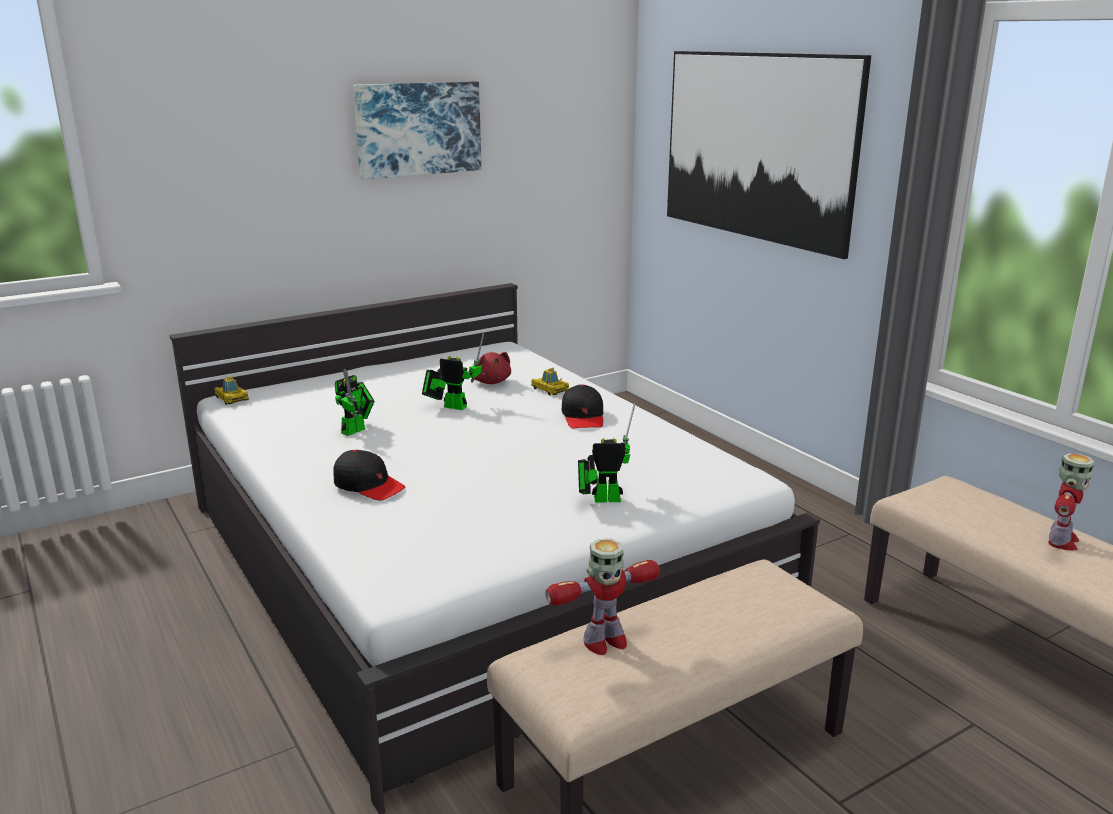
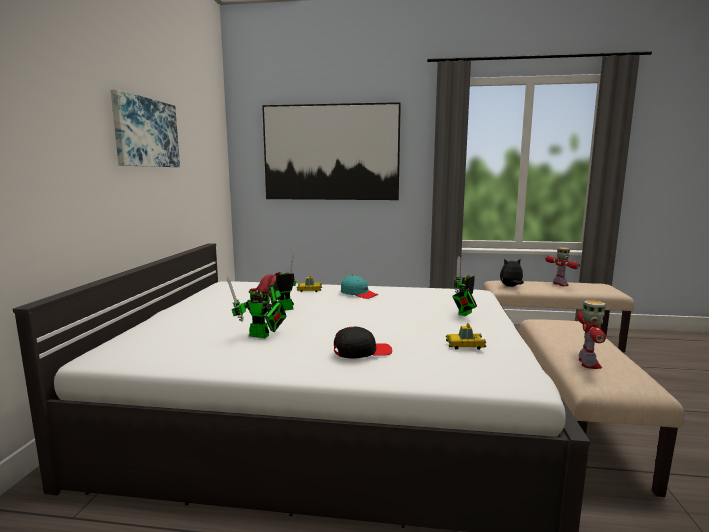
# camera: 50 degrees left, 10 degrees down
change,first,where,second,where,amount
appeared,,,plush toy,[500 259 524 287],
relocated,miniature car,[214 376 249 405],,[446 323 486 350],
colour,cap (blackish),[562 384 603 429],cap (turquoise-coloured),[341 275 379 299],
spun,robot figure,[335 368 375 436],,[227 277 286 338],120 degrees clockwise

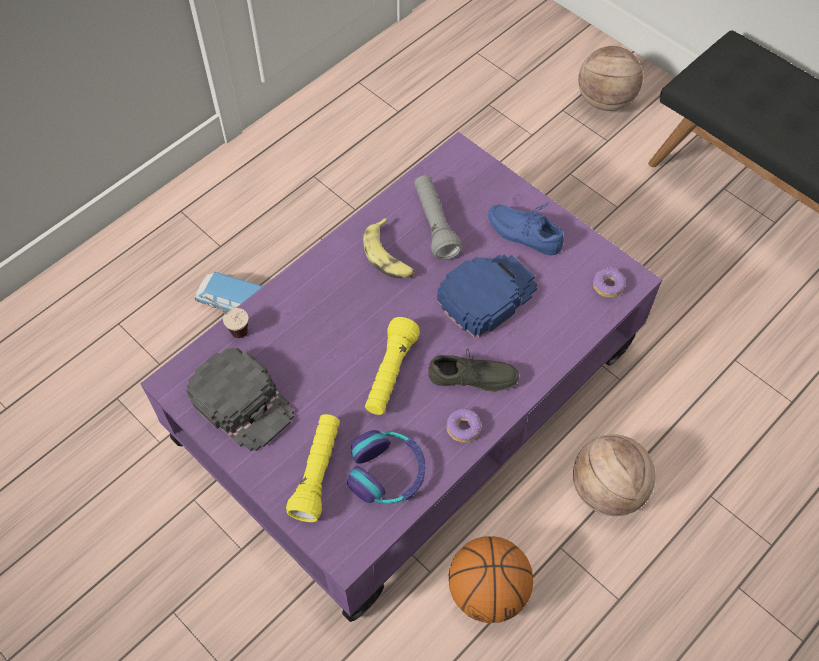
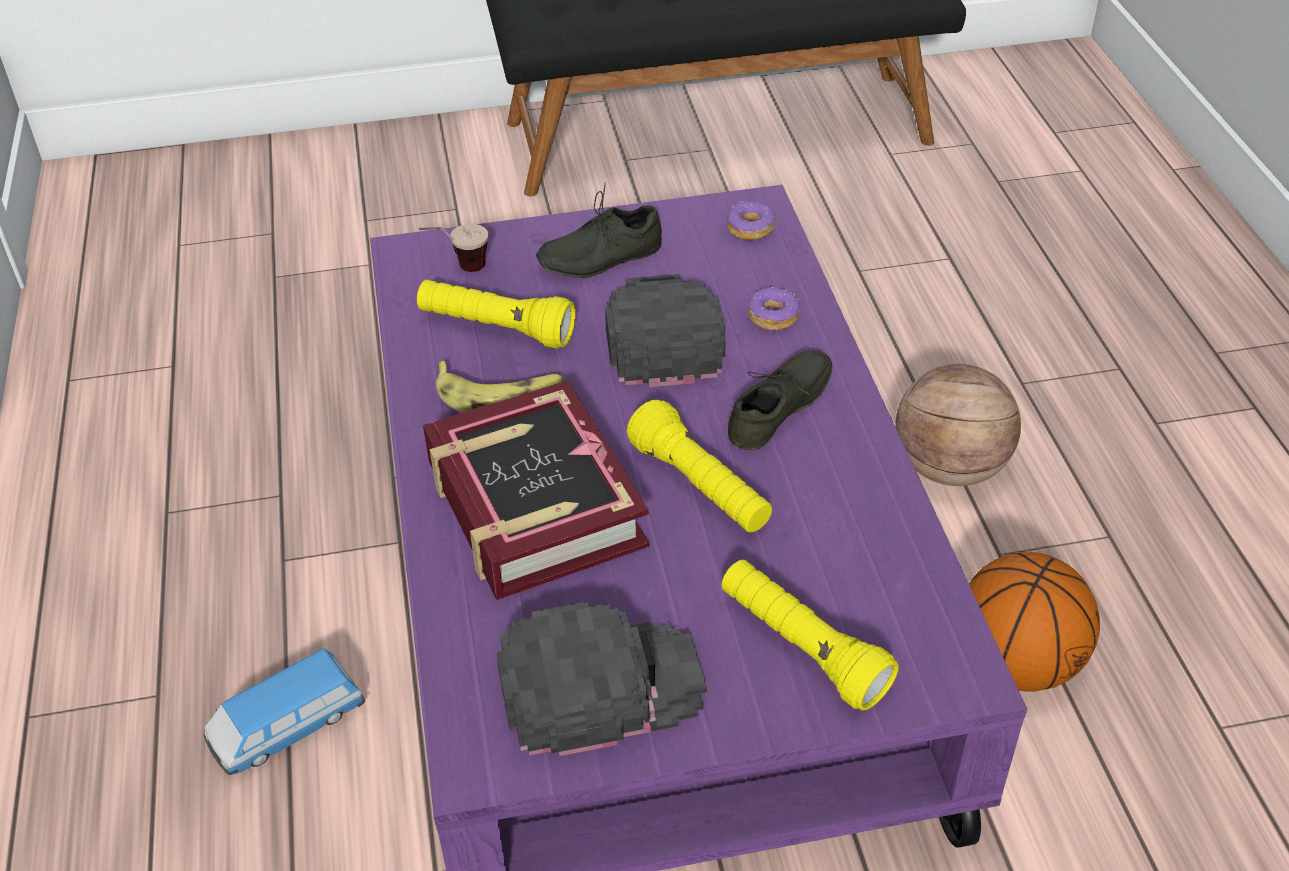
# camera: 55 degrees left, 15 degrees down
change,first,where,second,where,amount
missing,pair of headphones,[347 430 425 504],,,
missing,ball for basketball,[578 46 643 111],,,
appeared,,,volume,[423 380 649 600],
relocated,drinking cup,[205 296 248 338],,[419 224 488 272],
relocated,doughnut,[446 408 481 443],,[748 287 800 331],
colour,torch (greyish),[414 175 462 260],torch (yellow-coloured),[417 280 576 349],
colour,cap (bluish),[437 254 537 338],cap (blackish),[605 274 726 387],
colour,low shoe (bluish),[488 202 564 256],low shoe (greyish),[536 183 662 278],

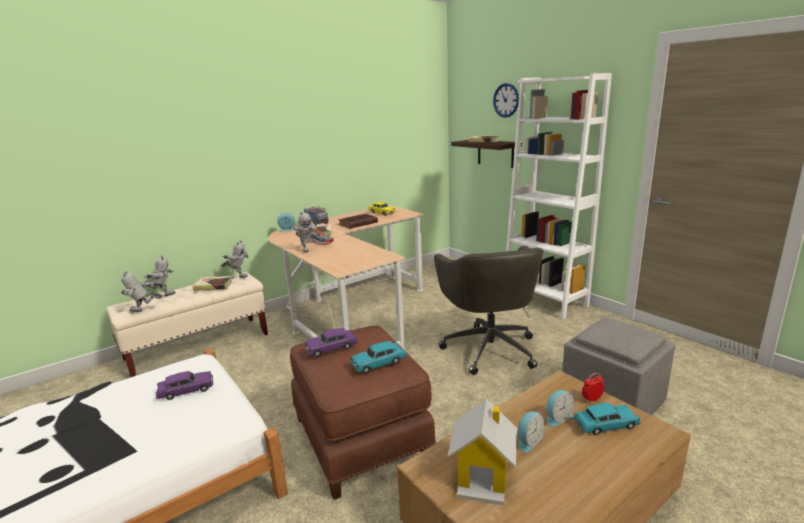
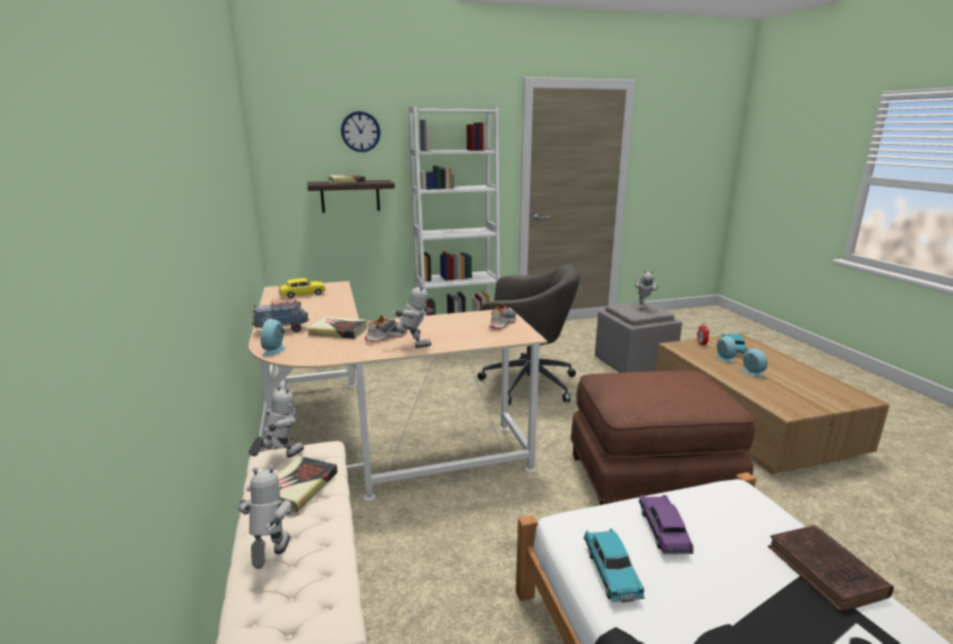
# camera: 70 degrees left, 0 degrees up
change,first,where,second,where,amount
missing,miniature car (purple),[305 328 358 357],,,
missing,toy house,[447 399 517 505],,,
appeared,,,low shoe,[489 304 516 329],
relocated,robot figure,[120 271 163 312],,[635 271 659 310],
relocated,volume (brown-coloured),[338 214 378 229],,[768 525 894 612],
relocated,miniature car (turquoise-coloured),[350 341 407 374],,[584 528 645 602],

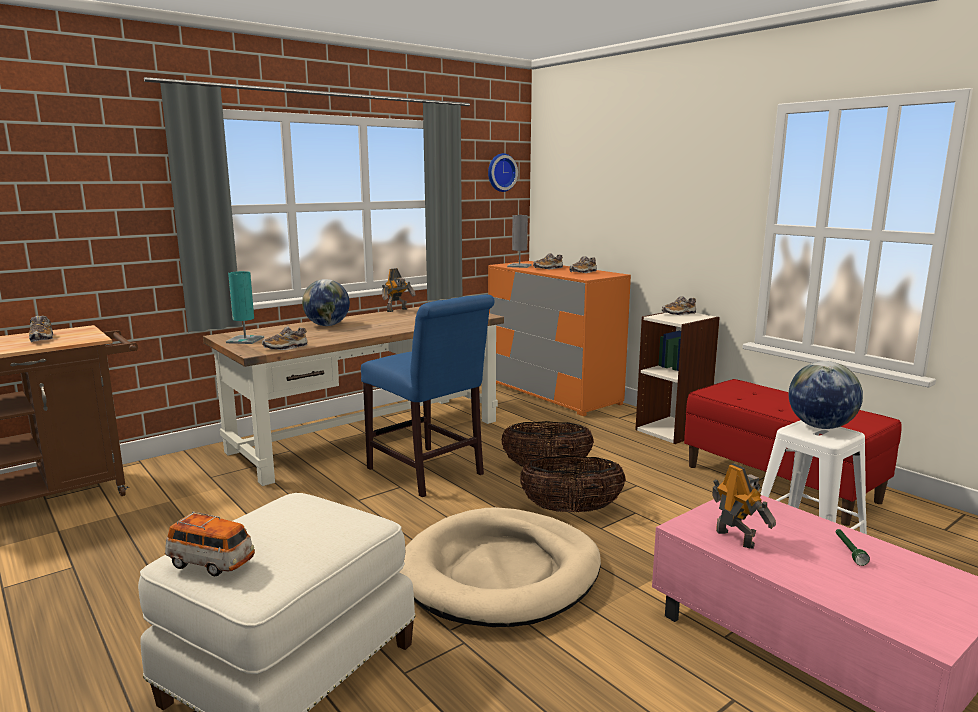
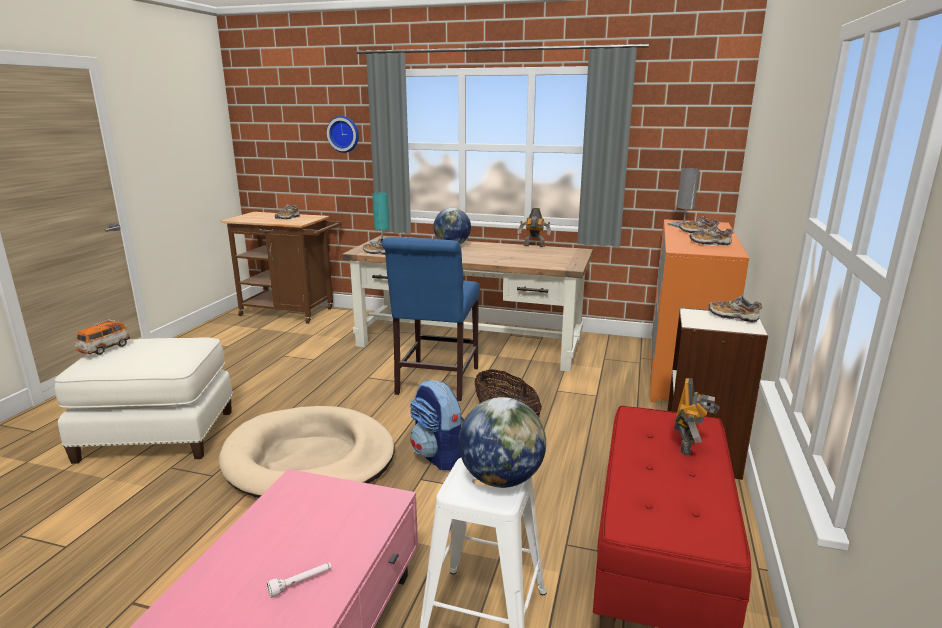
# camera: 55 degrees right, 5 degrees up
change,first,where,second,where,amount
relocated,clock on the wall,[488 153 518 192],,[327 116 359 153],
relocated,robot figure,[713 463 776 549],,[674 378 719 456],
exchanged,storage basket,[520 456 626 513],backpack,[410 380 464 470],
colour,torch (greenish),[836 529 870 566],torch (whitish),[267 562 332 598],
spun,miniature car,[165 512 255 576],,[75 319 130 355],45 degrees clockwise

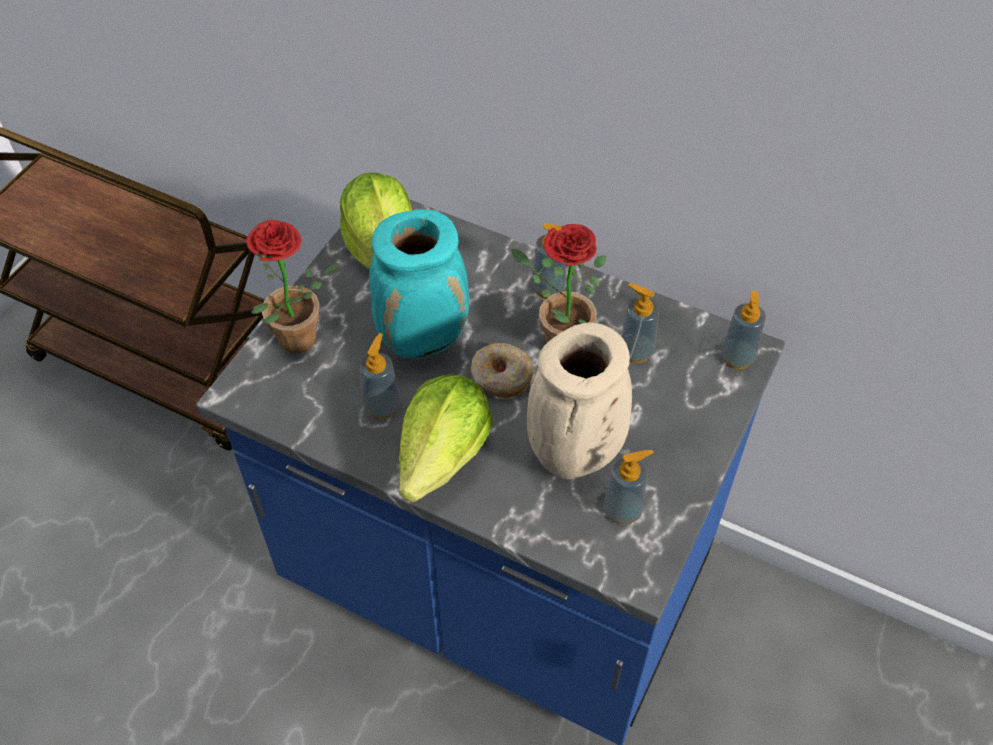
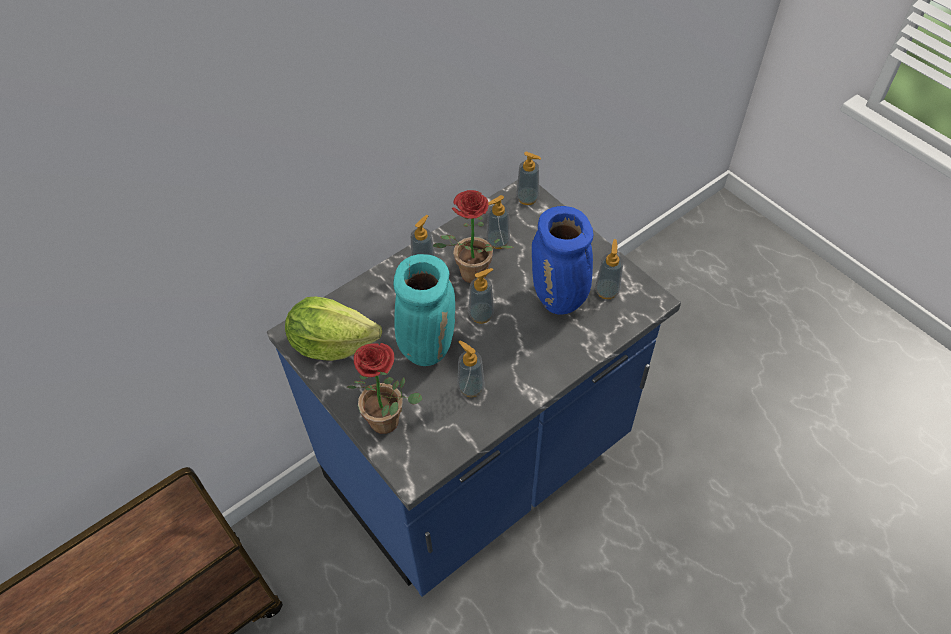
# camera: 65 degrees left, 0 degrees up
change,first,where,second,where,amount
missing,head of lettuce,[399 374 493 502],,,
exchanged,doughnut,[471 343 534 399],soap dispenser,[469 268 494 324],
colour,vase (beige),[527 322 632 479],vase (bluish),[532 206 593 314],

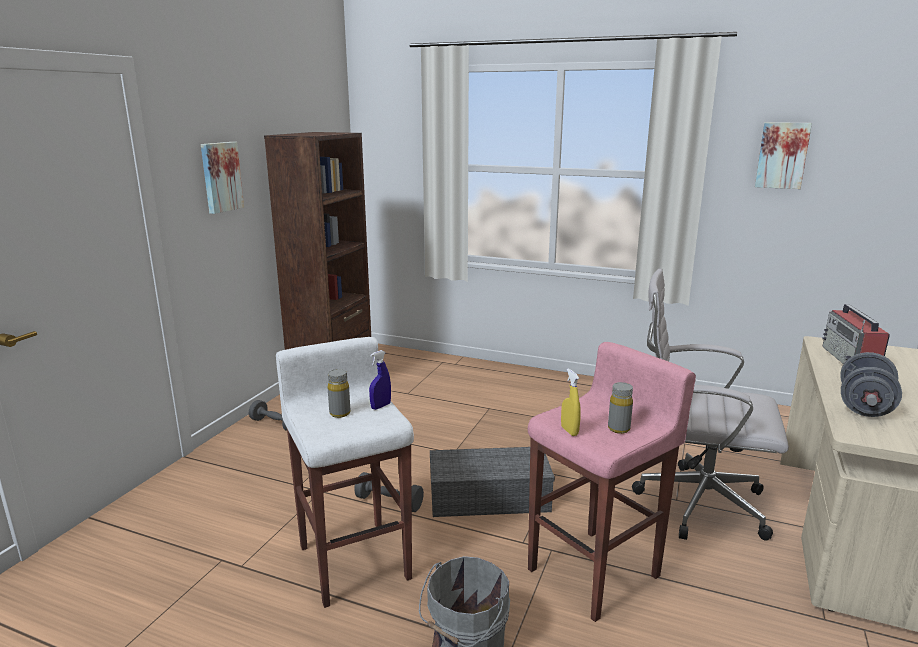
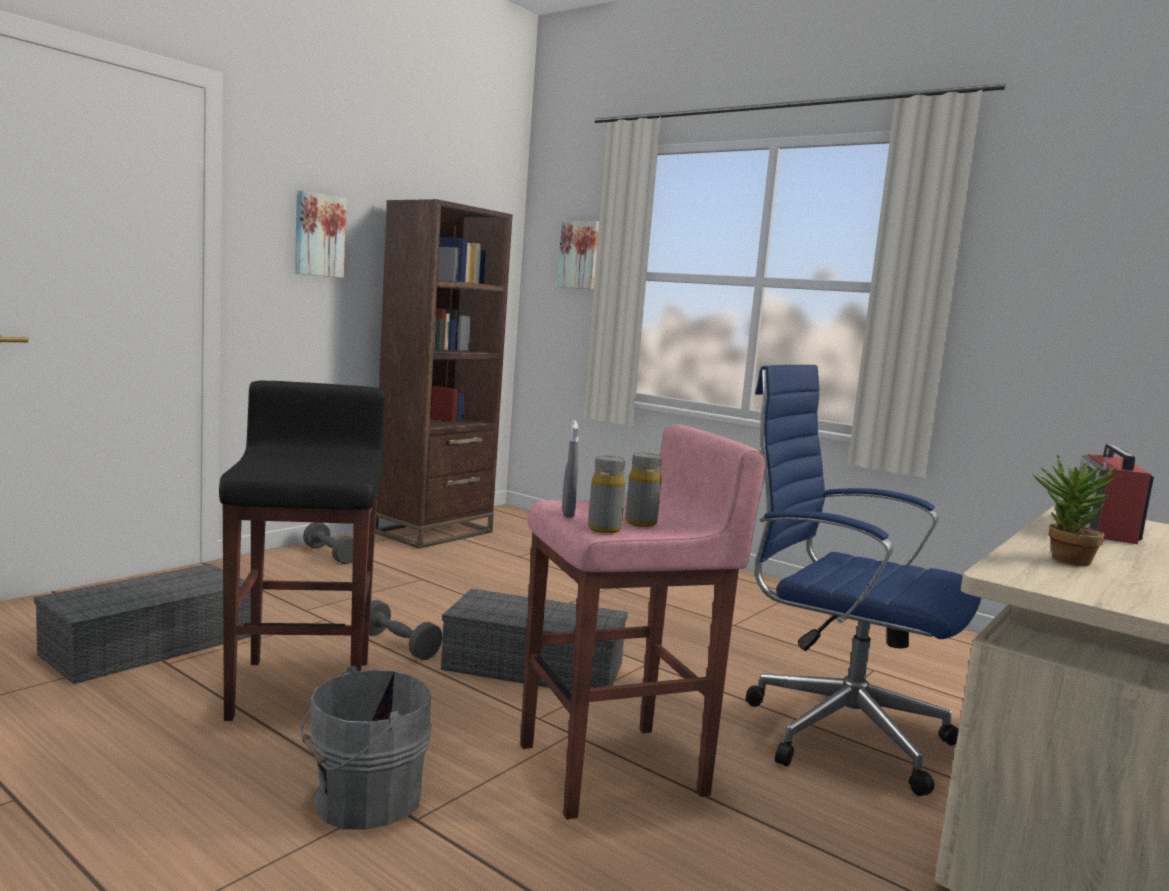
# camera: 15 degrees right, 10 degrees down
change,first,where,second,where,amount
missing,spray bottle (bluish),[369 350 391 410],,,
appeared,,,storage bin (greyish),[34 564 251 684],
relocated,beverage bottle (greyish),[328 369 350 418],,[588 455 626 533],
relocated,wall art,[755 122 812 189],,[557 221 599 289],
exchanged,free weight (greyish),[840 352 902 417],houseplant,[1032 455 1124 566],
colour,stool seat (whitish),[276 337 414 608],stool seat (blackish),[219 380 386 721],
colour,spray bottle (yellow-coloured),[561 368 581 436],spray bottle (greyish),[562 420 578 518],
colour,computer chair (whitish),[632 268 789 540],computer chair (bluish),[746 365 982 796],

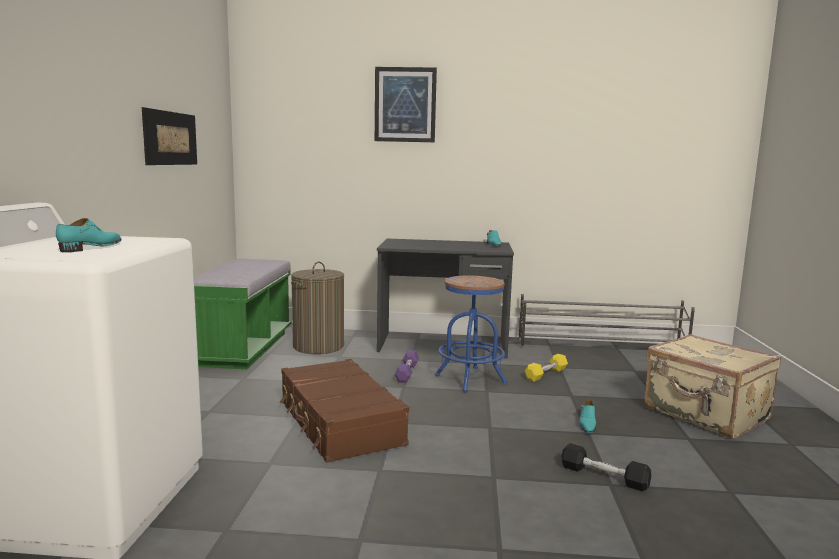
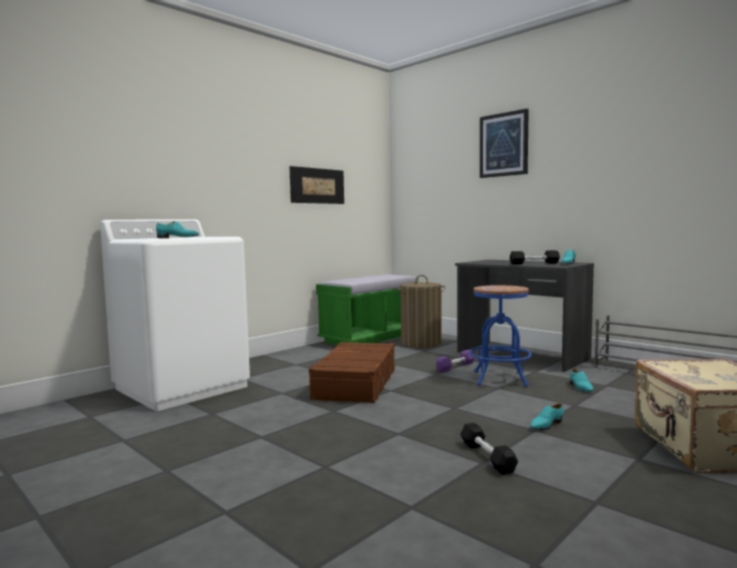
# camera: 40 degrees right, 5 degrees down
change,first,where,second,where,amount
appeared,,,free weight (blackish),[510 250 560 265],
exchanged,free weight (yellow-coloured),[524 354 568 382],low shoe (turquoise-coloured),[570 369 593 392],

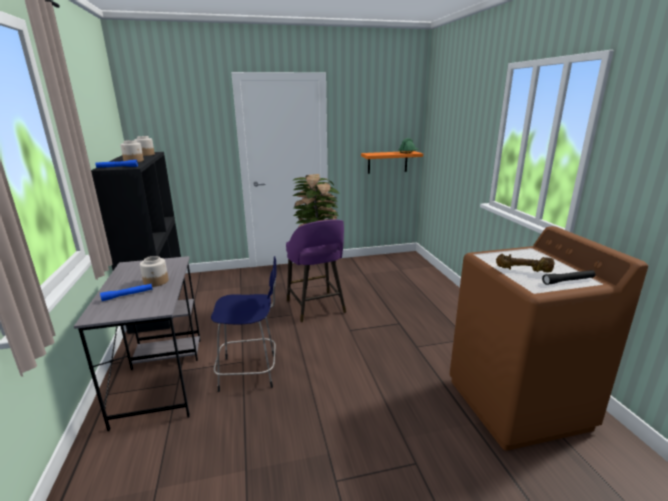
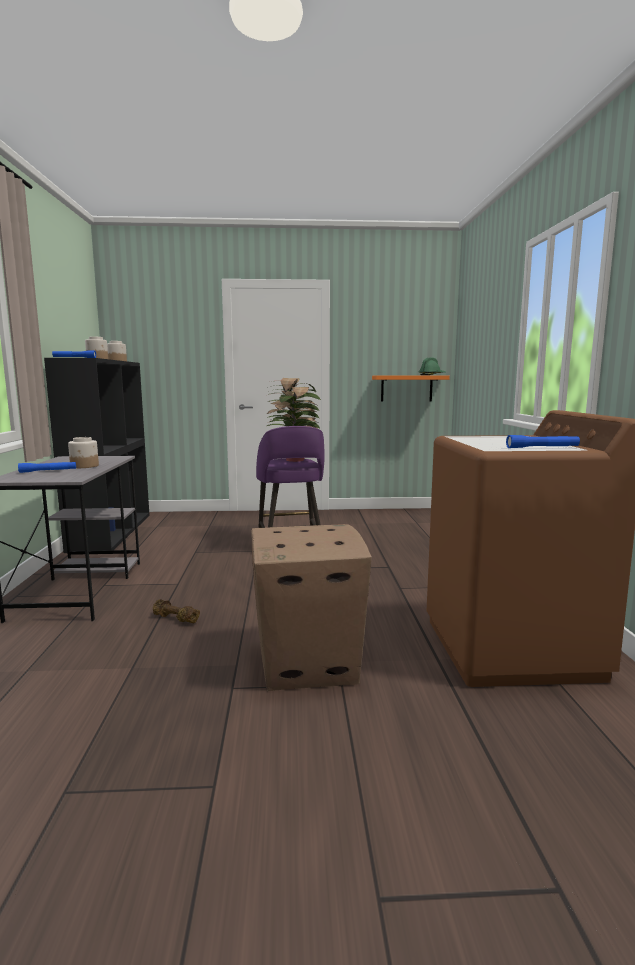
# camera: 10 degrees right, 10 degrees down
change,first,where,second,where,amount
missing,stool seat (bluish),[211 256 277 392],,,
appeared,,,carton,[251 524 372 691],
relocated,free weight (brown-coloured),[496 254 555 273],,[153 599 200 623],
colour,torch (blackish),[542 270 595 285],torch (bluish),[506 435 580 448],

